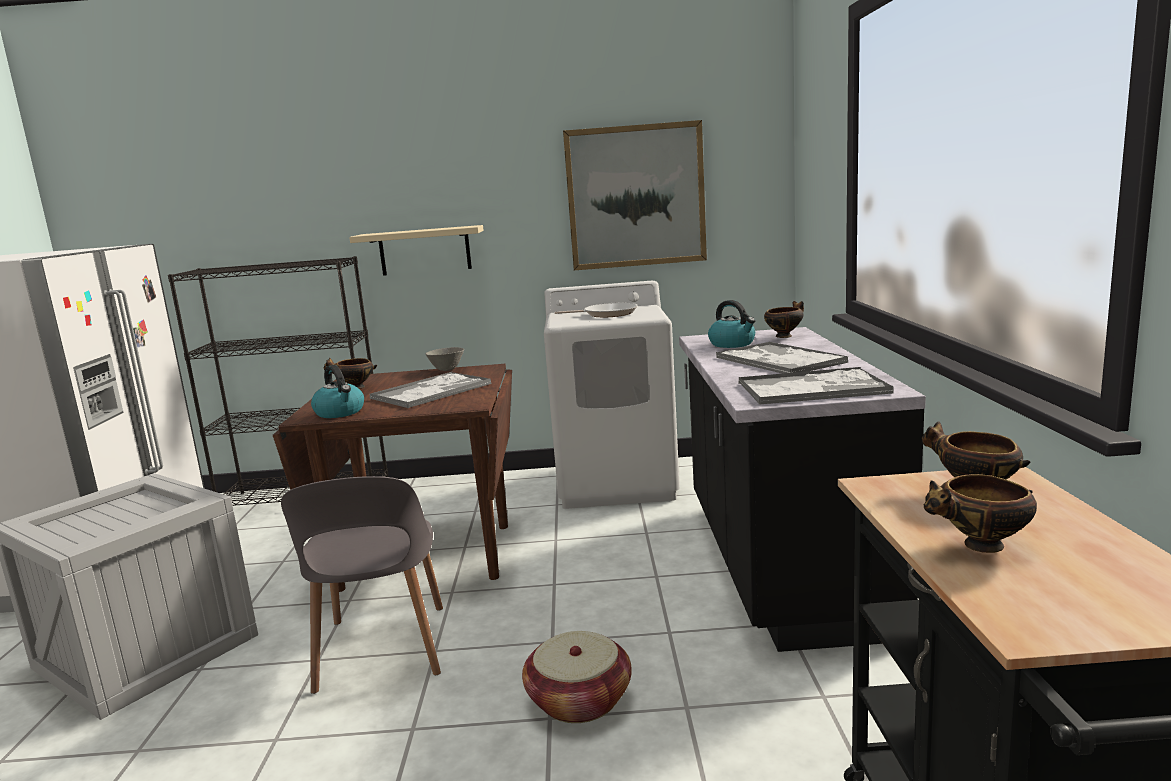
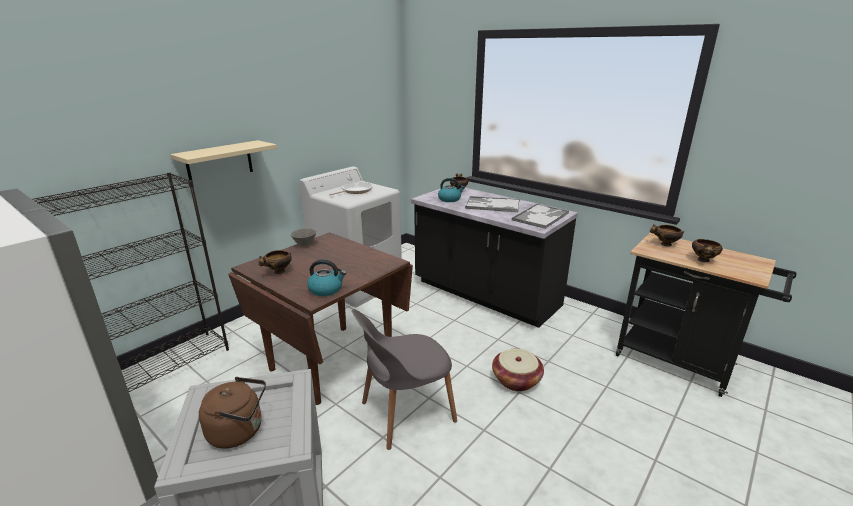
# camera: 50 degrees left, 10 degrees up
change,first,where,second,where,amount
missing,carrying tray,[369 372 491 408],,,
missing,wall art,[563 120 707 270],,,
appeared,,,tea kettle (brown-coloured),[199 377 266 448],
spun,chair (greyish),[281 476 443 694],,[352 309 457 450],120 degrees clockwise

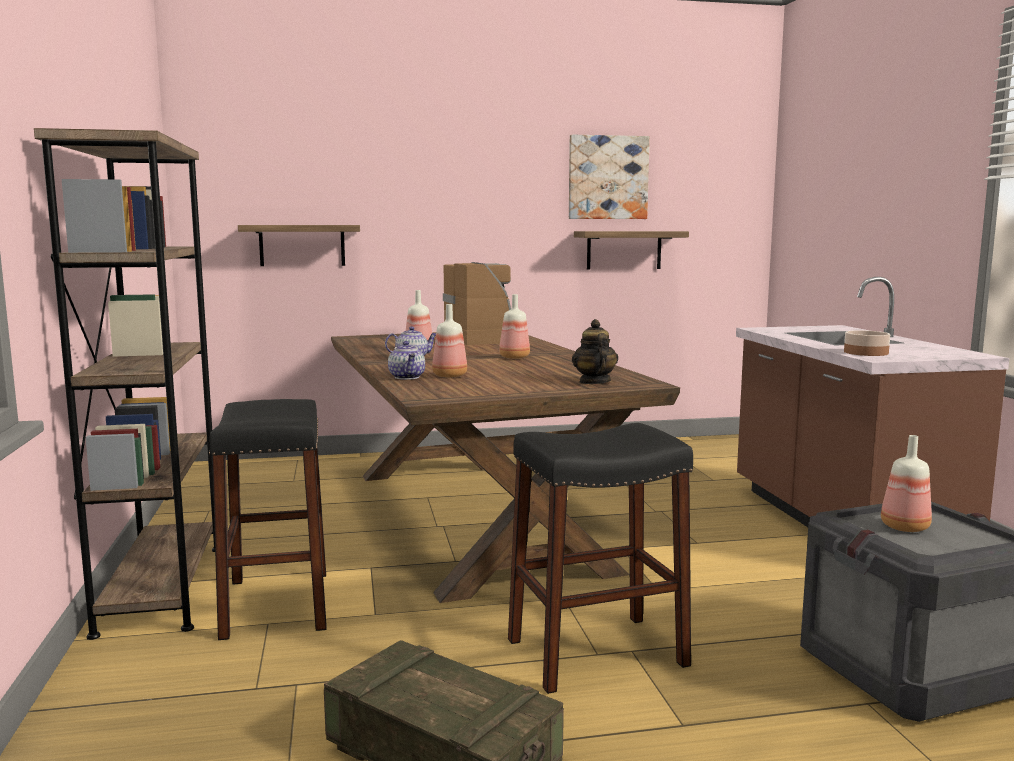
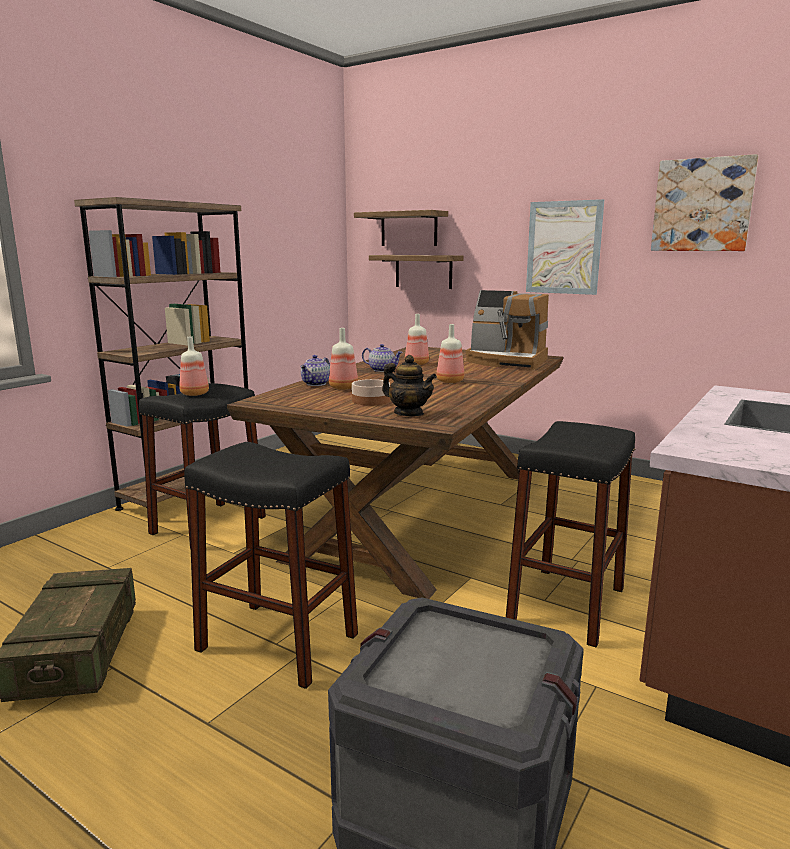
# camera: 45 degrees right, 5 degrees up
change,first,where,second,where,amount
appeared,,,stool seat (blackish),[506 421 635 647],
appeared,,,wall art,[526 199 604 295],
relocated,bracket shelf,[574 231 689 270],,[354 210 448 246],
relocated,bowl,[844 330 890 356],,[352 379 390 405],
relocated,beverage bottle,[881 435 932 532],,[179 336 209 396],
spun,coffee maker,[442 262 511 345],,[466 290 549 370],90 degrees clockwise
spun,pot for tea,[572 319 618 384],,[382 355 437 416],90 degrees clockwise

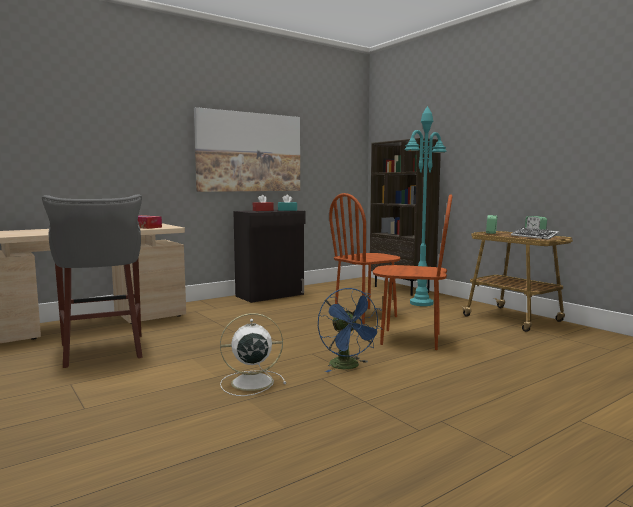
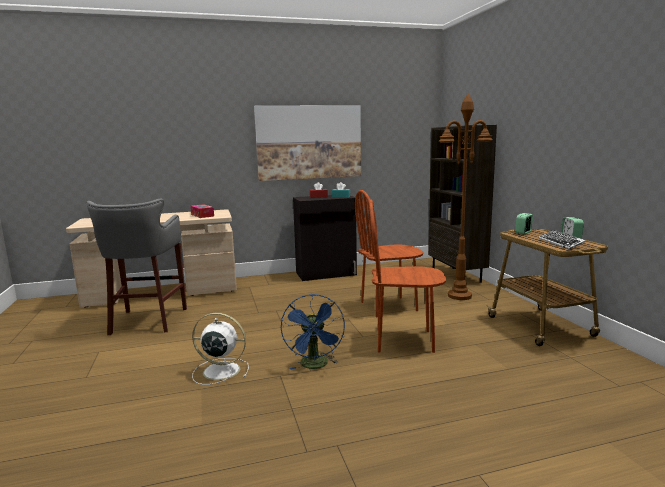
# camera: 20 degrees right, 5 degrees up
change,first,where,second,where,amount
colour,standing lamp (turquoise-coloured),[405 106 447 306],standing lamp (brown-coloured),[439 94 493 300],
spun,chair (brown-coloured),[373 195 453 350],,[369 200 446 353],150 degrees clockwise

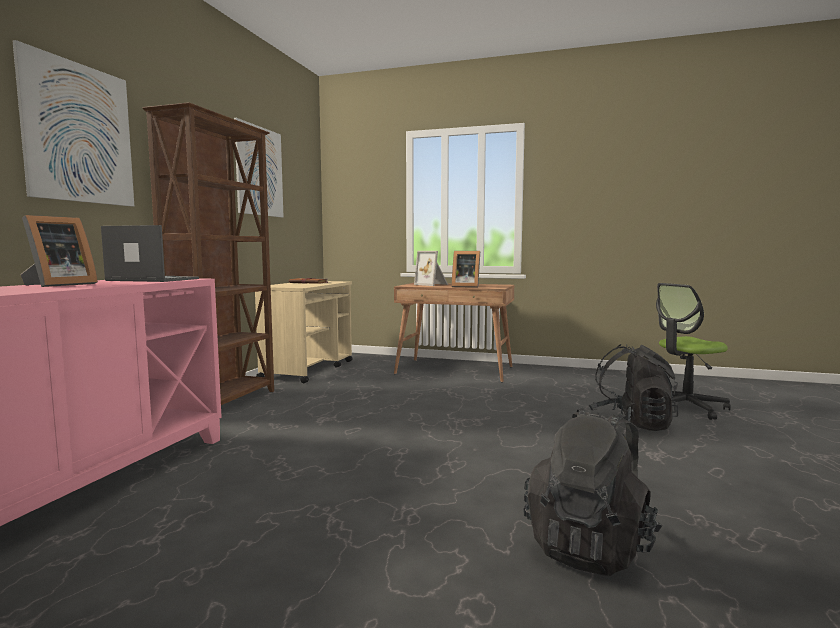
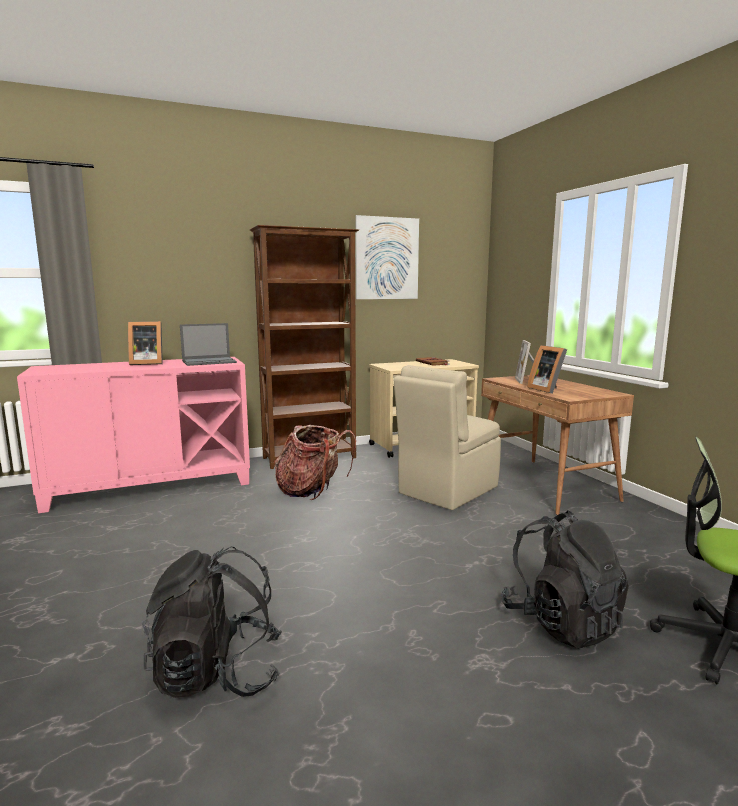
# camera: 50 degrees right, 5 degrees up
change,first,where,second,where,amount
missing,wall art,[13 40 134 206],,,
appeared,,,backpack,[274 425 356 500],
appeared,,,chair (beige),[394 365 501 510],
spun,notebook computer,[101 225 199 282],,[180 323 237 366],90 degrees clockwise

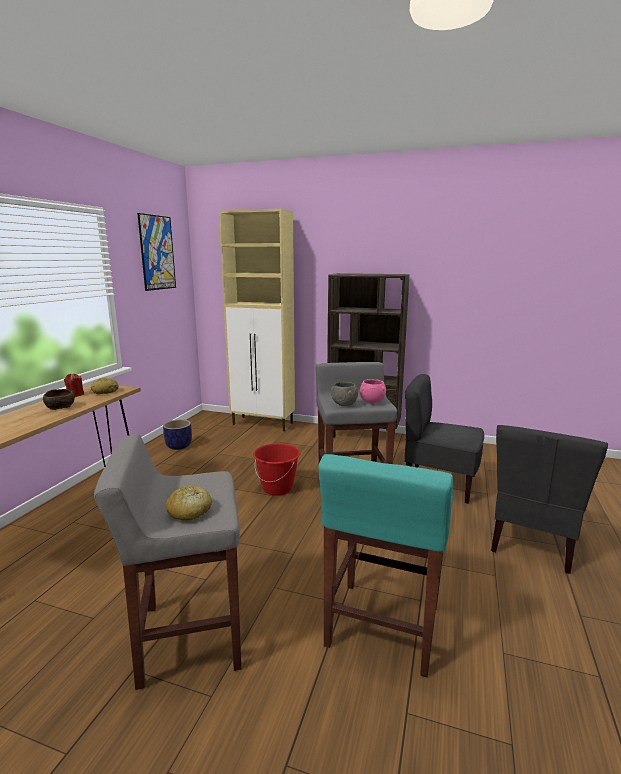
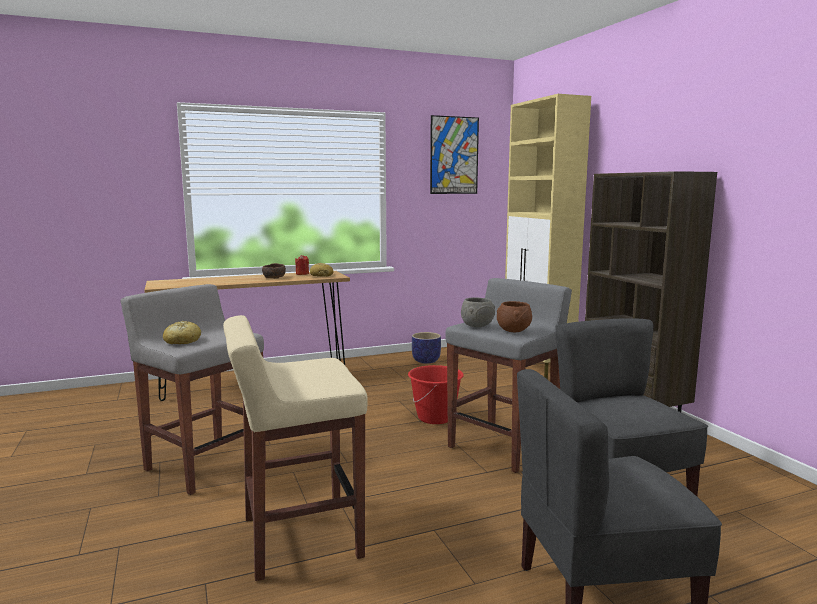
# camera: 50 degrees right, 5 degrees down
change,first,where,second,where,amount
colour,stool seat (turquoise-coloured),[319 454 454 677],stool seat (beige),[223 315 368 581],
colour,bowl (pink-coloured),[360 379 386 403],bowl (brown-coloured),[497 301 532 332],

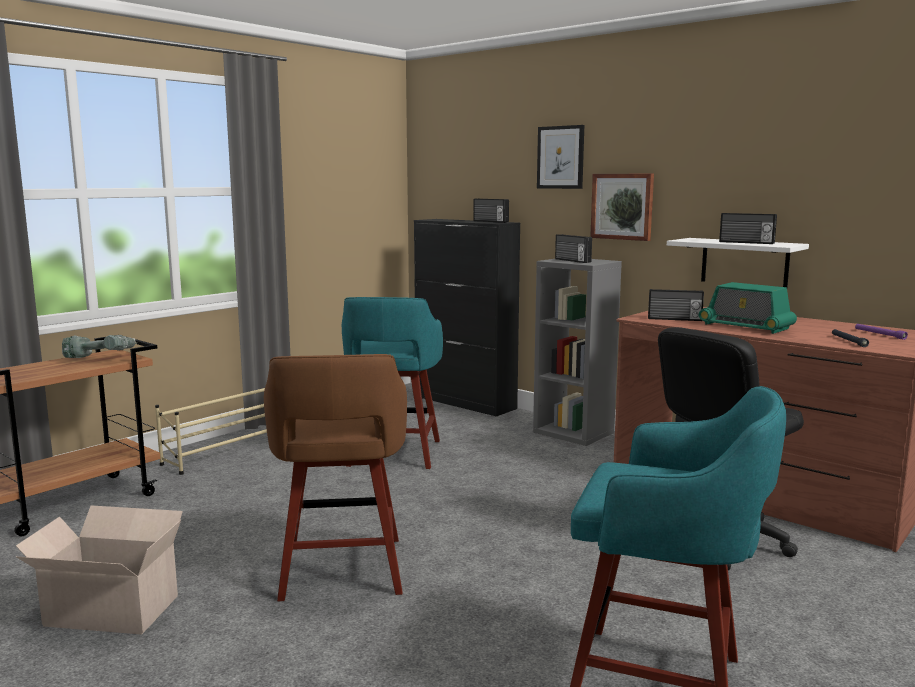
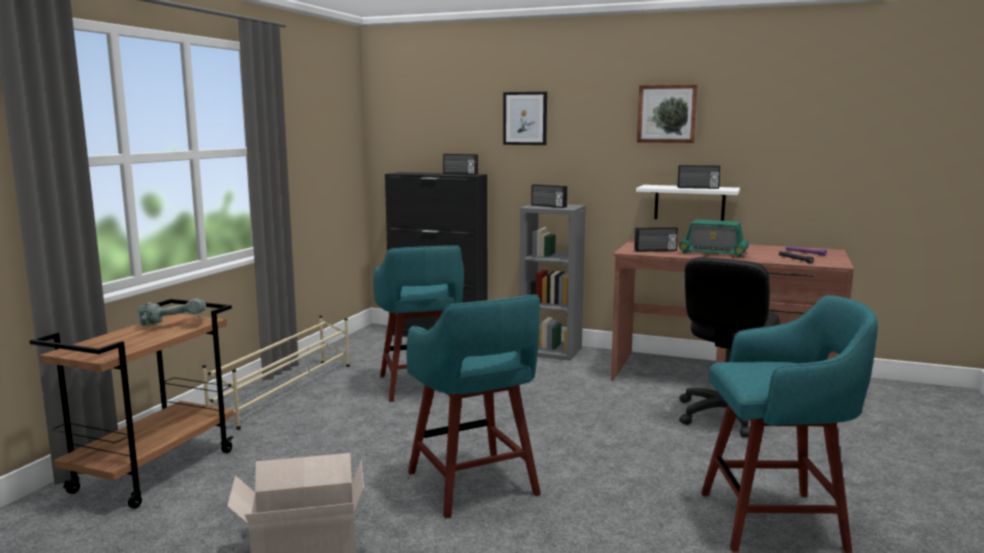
# camera: 20 degrees left, 0 degrees up
change,first,where,second,where,amount
relocated,wall art,[590 174 654 241],,[637 84 698 143],
colour,stool seat (brown-coloured),[264 354 407 601],stool seat (turquoise-coloured),[407 295 541 518],

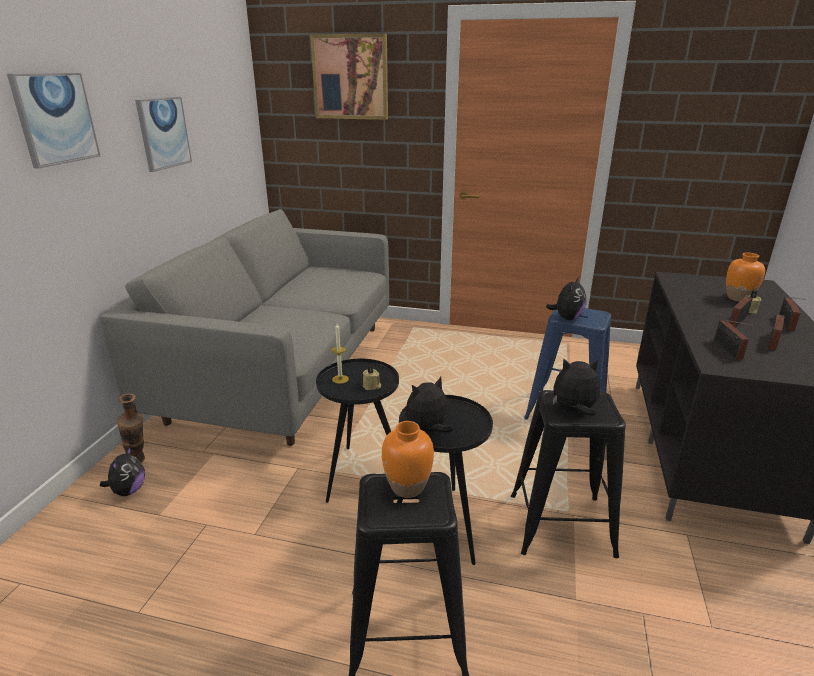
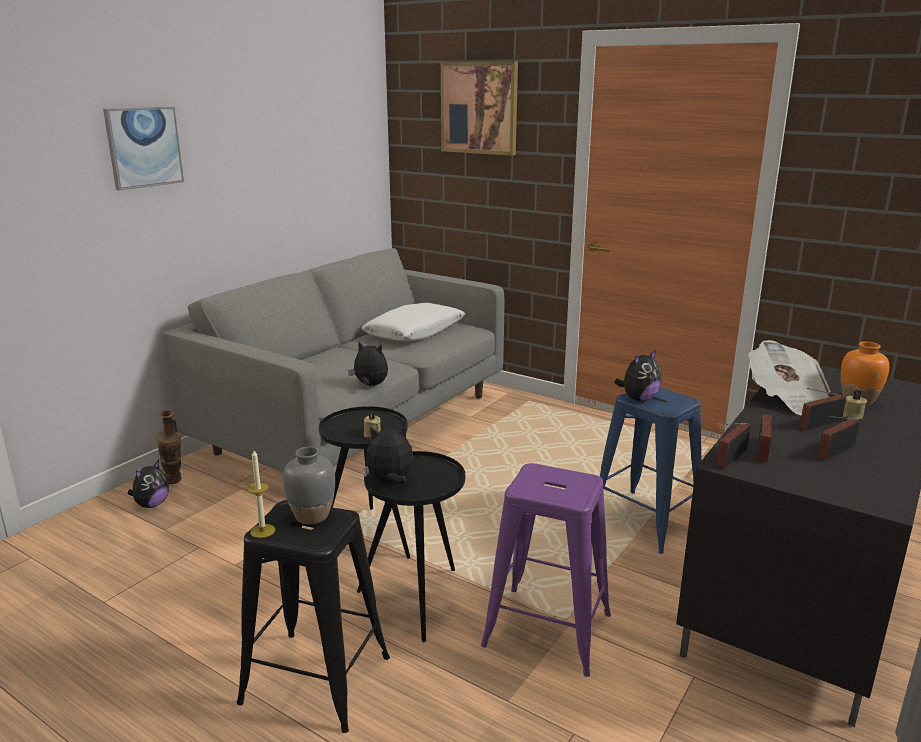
# camera: 20 degrees right, 5 degrees down
change,first,where,second,where,amount
missing,wall art,[135 97 192 172],,,
appeared,,,throw pillow (whitish),[362 303 466 341],
appeared,,,printed paper,[748 340 831 416],
relocated,wax light,[331 324 349 384],,[247 450 275 538],
relocated,plush toy,[553 358 600 416],,[348 342 388 386],
relocated,radio,[779 297 805 331],,[717 422 751 469],
colour,vase (orange-coloured),[382 421 434 498],vase (greyish),[283 447 335 525],
colour,stool seat (blackish),[511 390 626 558],stool seat (purple),[481 463 611 677],

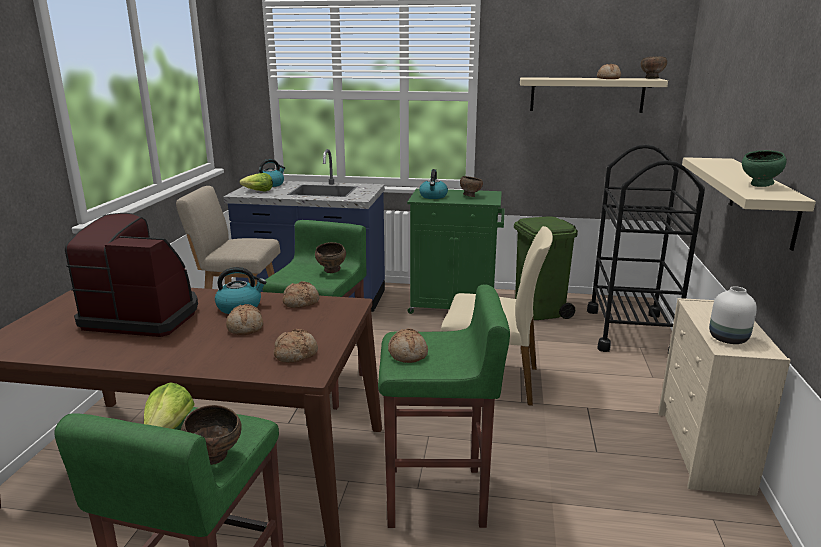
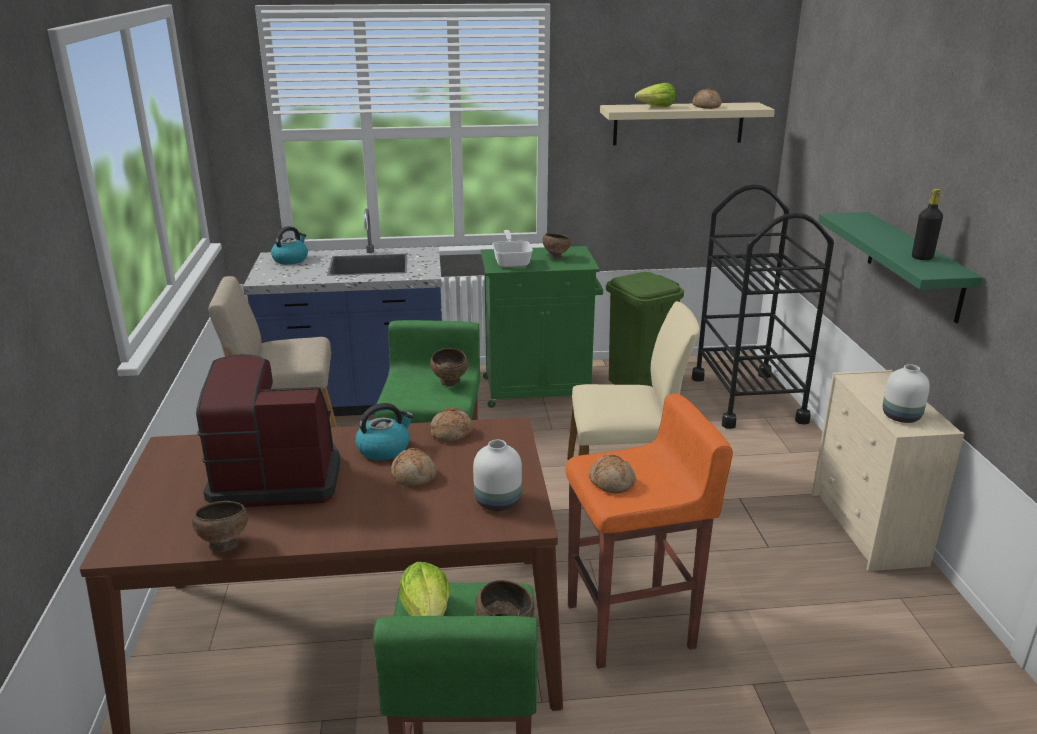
# camera: 15 degrees left, 5 degrees up
change,first,where,second,where,amount
relocated,head of lettuce,[239 173 273 191],,[635 83 676 107],
relocated,bowl (brown-coloured),[641 56 667 79],,[192 501 248 552],
exchanged,bread,[274 329 318 363],vase (whitish),[473 440 522 511],
exchanged,tea kettle,[419 169 448 199],pan,[492 230 533 268],
exchanged,bowl (greenish),[742 150 787 187],beverage bottle (blackish),[912 189 943 260],
colour,stool seat (greenish),[378 284 510 528],stool seat (orange-coloured),[565 393 733 669],
colour,bracket shelf (beige),[682 157 816 251],bracket shelf (greenish),[818 212 983 323],

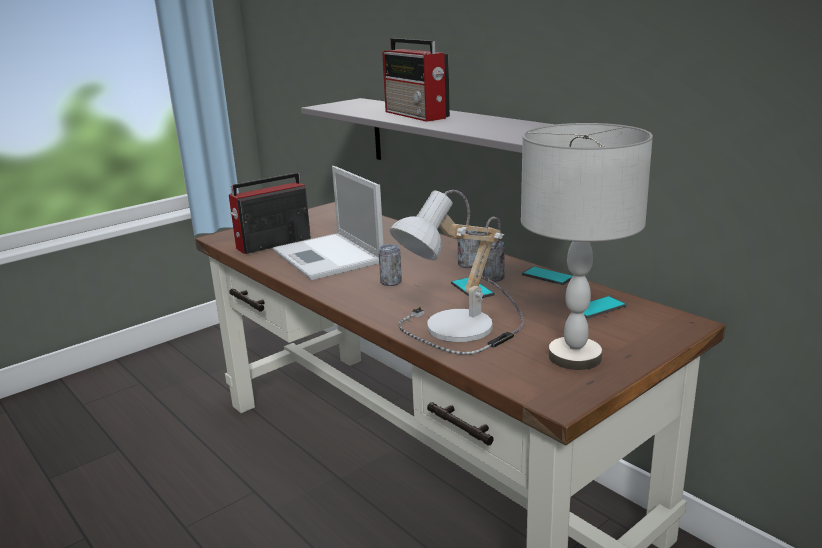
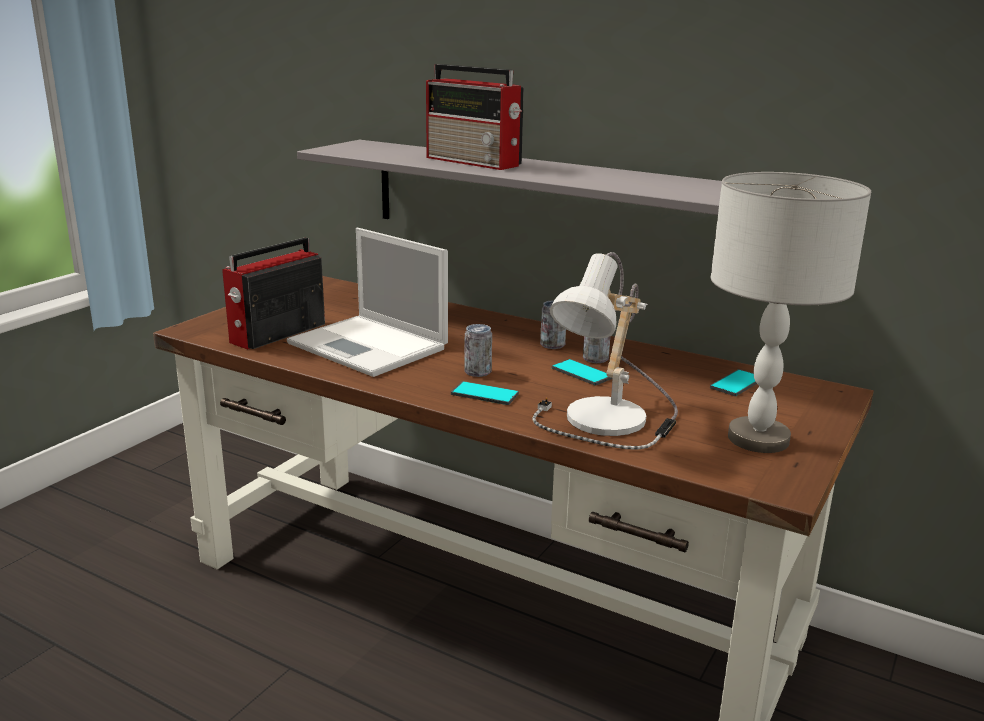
# camera: 20 degrees left, 0 degrees up
change,first,where,second,where,amount
relocated,phone,[522 266 573 285],,[451 381 519 405],

